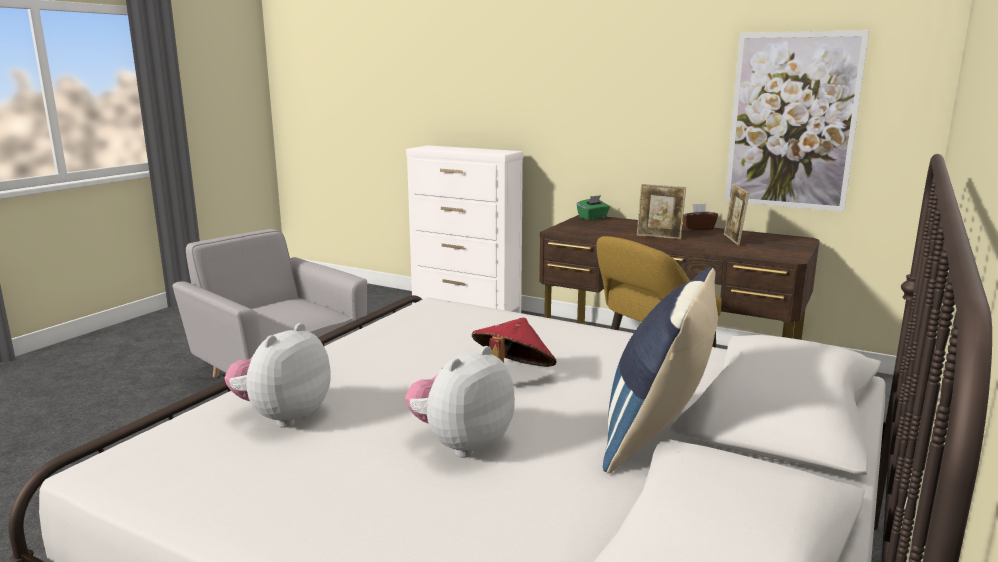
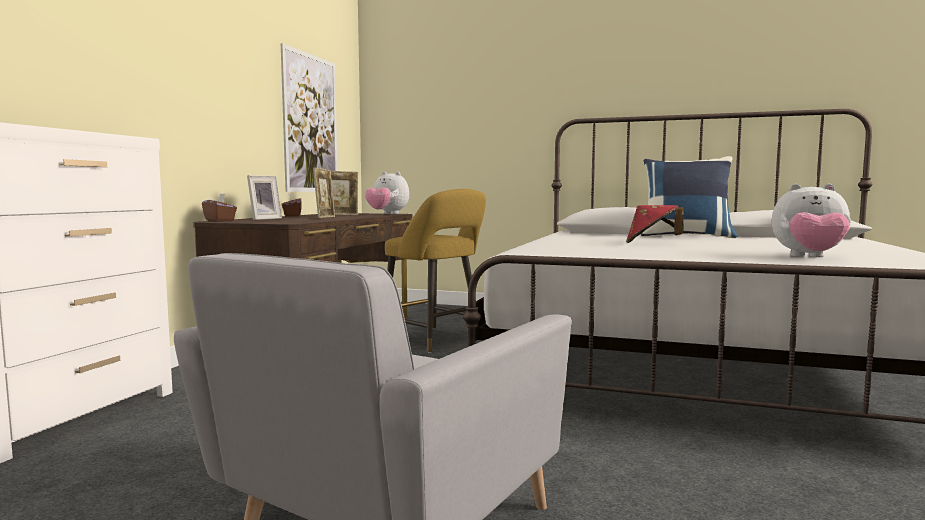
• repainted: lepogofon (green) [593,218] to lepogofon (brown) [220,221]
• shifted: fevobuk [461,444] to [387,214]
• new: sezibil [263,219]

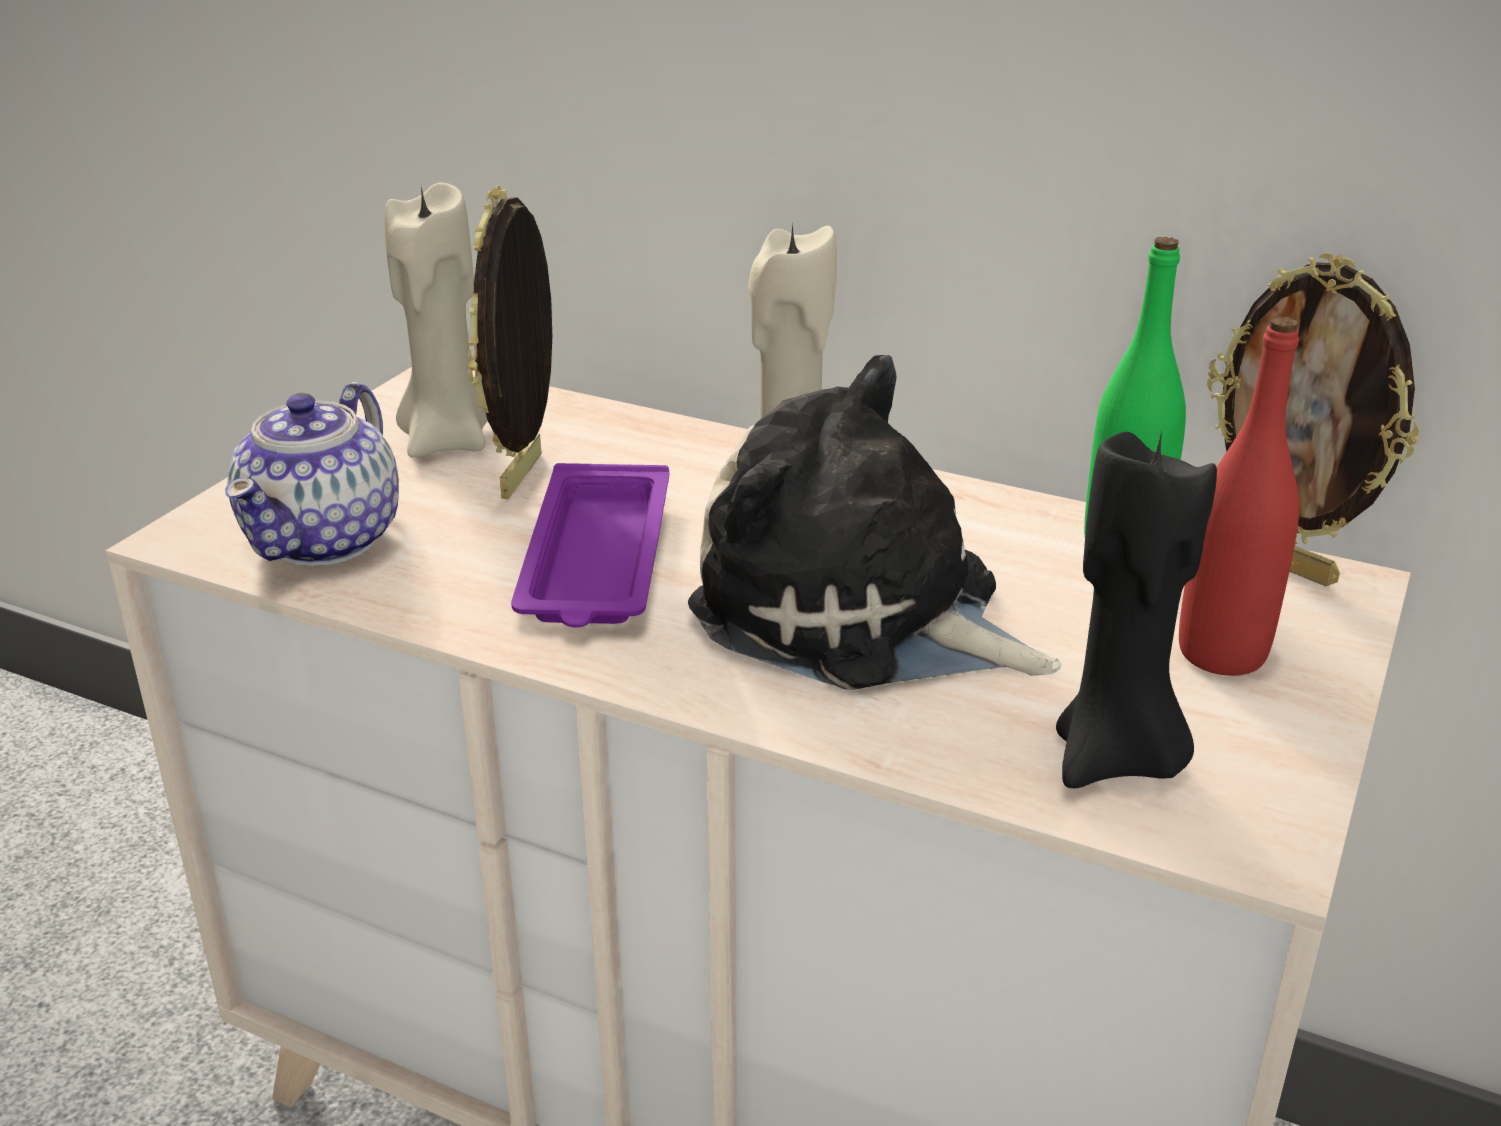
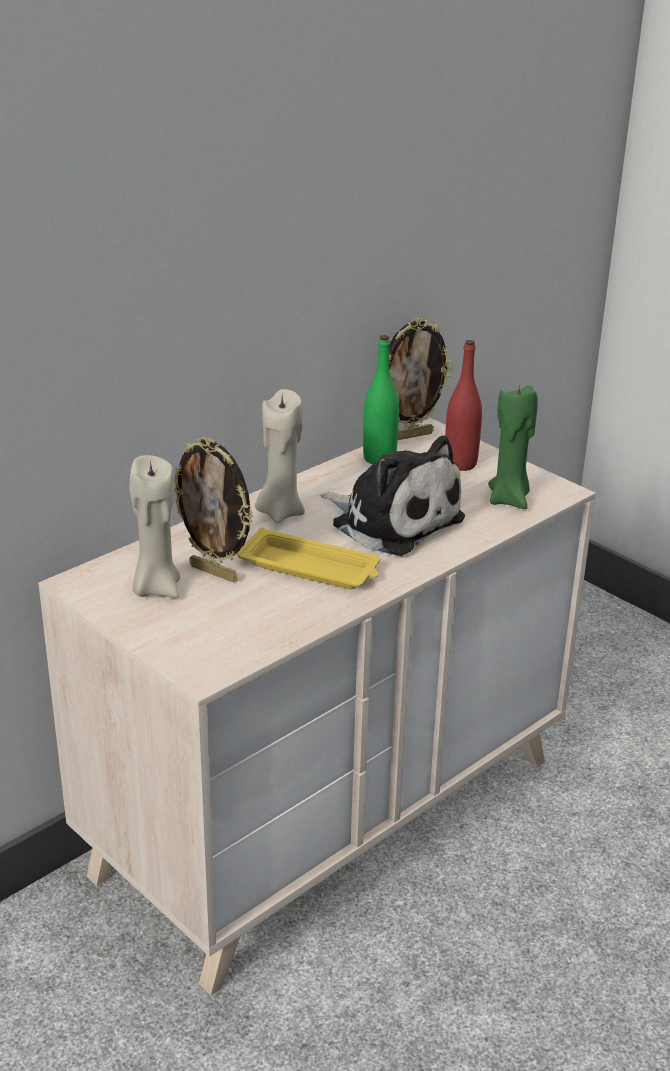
• rotated: fevobuk [860,613] = [392,520] 105 degrees counterclockwise
• gone: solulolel [326,538]
• repainted: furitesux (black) [1116,760] to furitesux (green) [509,499]
• repainted: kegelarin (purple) [596,561] to kegelarin (yellow) [311,568]

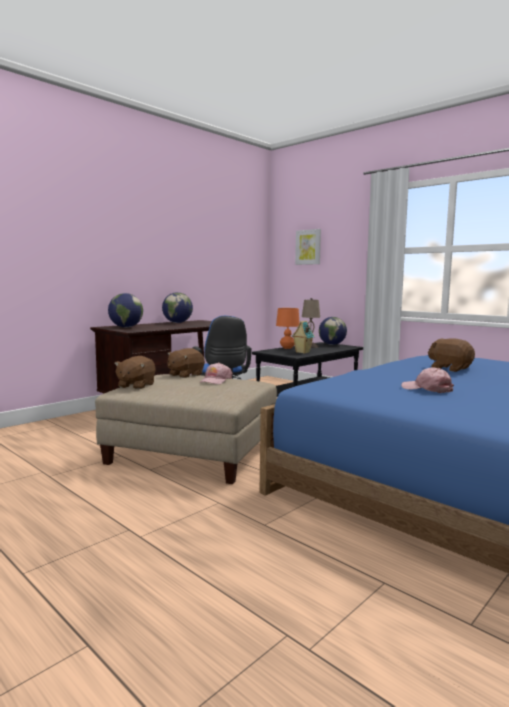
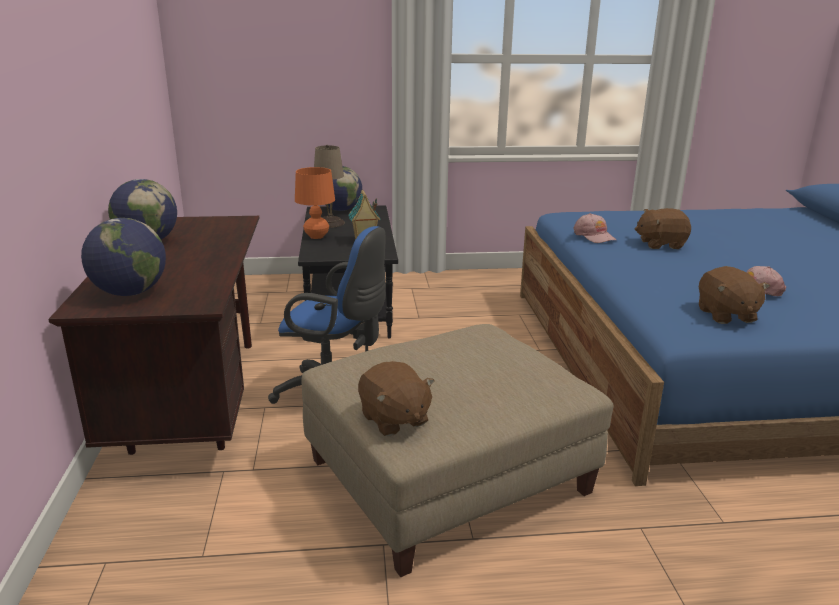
• gone: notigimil [308,247]
• shifted: fevobuk (brown) [185,375] to [725,315]
• shifted: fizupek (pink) [215,380] to [594,236]

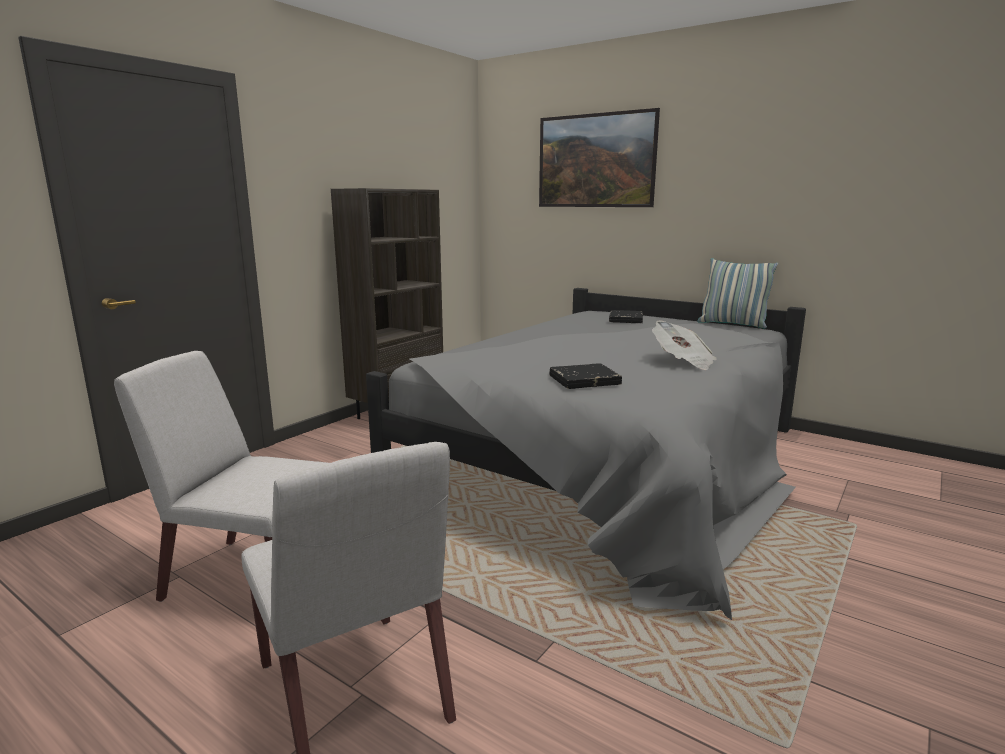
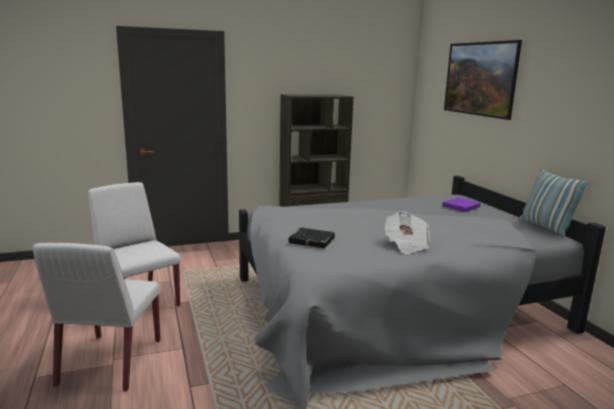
• repainted: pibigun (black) [625,320] to pibigun (purple) [461,207]

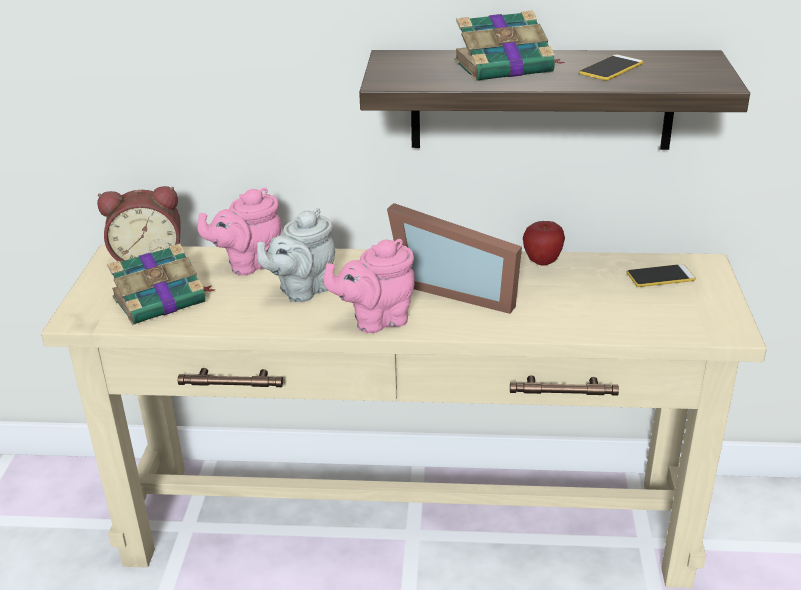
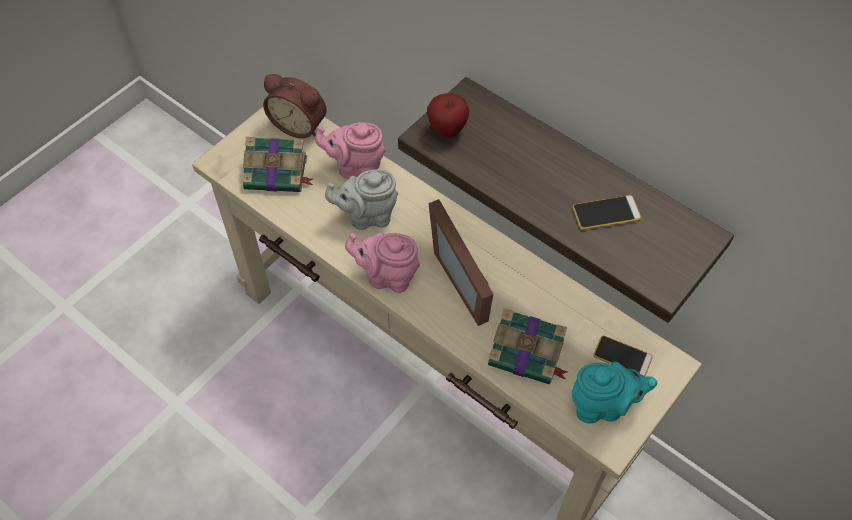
• shifted: pibigun [505,67] to [528,354]
• shifted: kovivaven [542,262] to [447,130]
• new: solulolel (turquoise) [603,406]

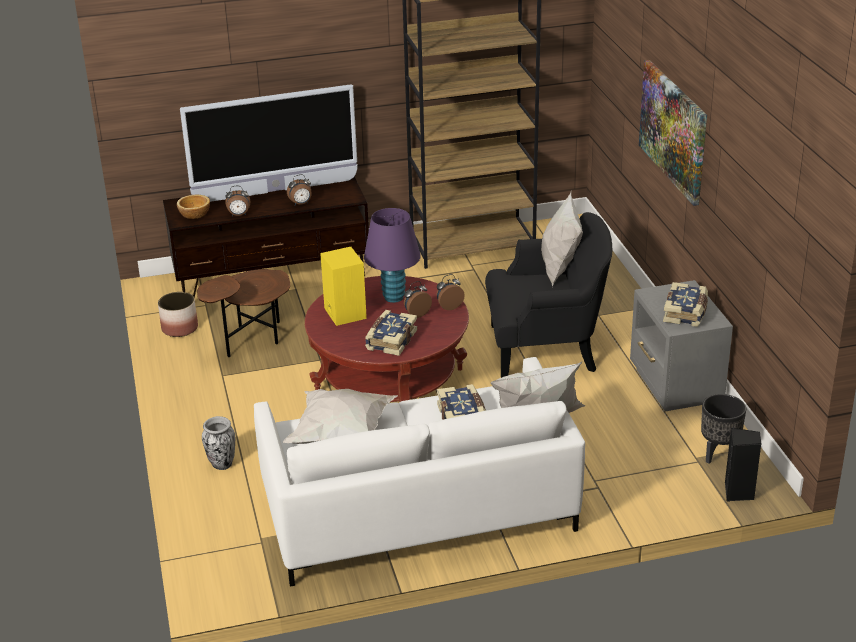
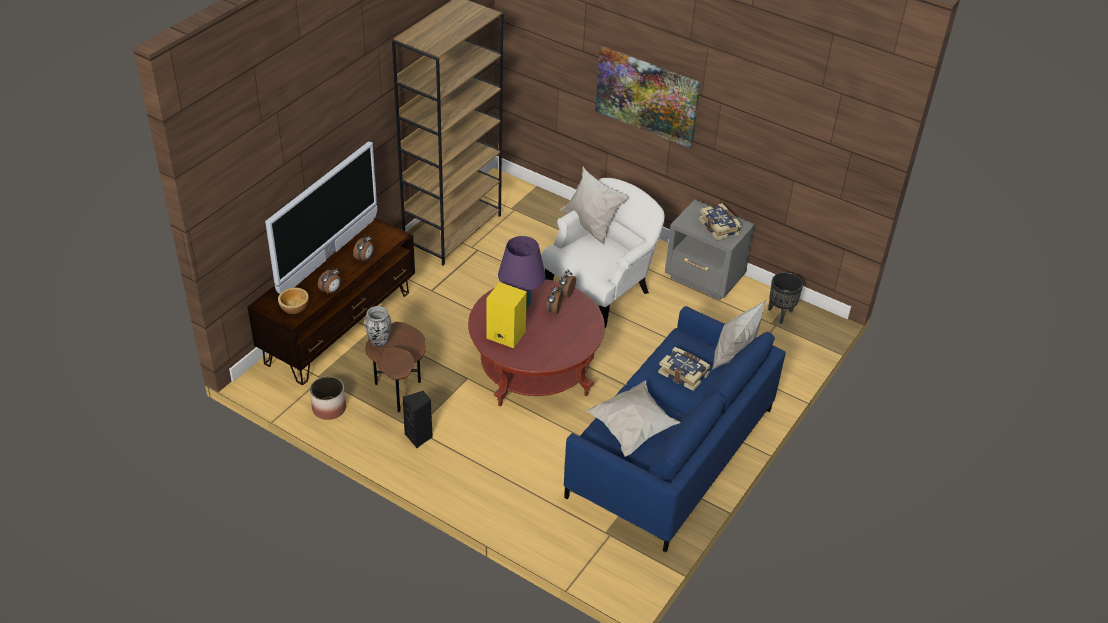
• repainted: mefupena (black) [546,349] to mefupena (white) [600,290]
• gone: pibigun [390,340]
• repainted: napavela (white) [418,510] to napavela (blue) [670,452]
• shifted: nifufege [221,464] to [379,342]
• shifted: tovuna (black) [739,493] to [419,437]

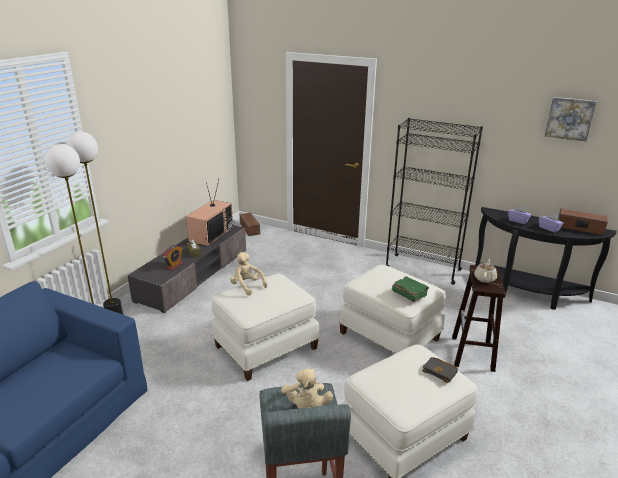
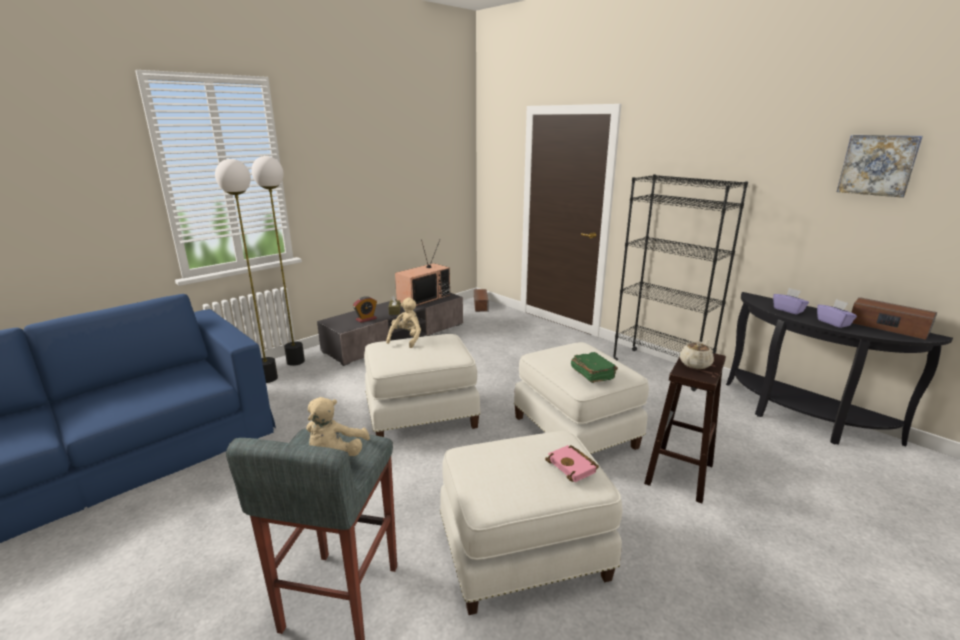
• rotated: fevobuk (beige) [247,286] = [406,339] 45 degrees clockwise
• repainted: pibigun (black) [441,371] to pibigun (pink) [573,466]

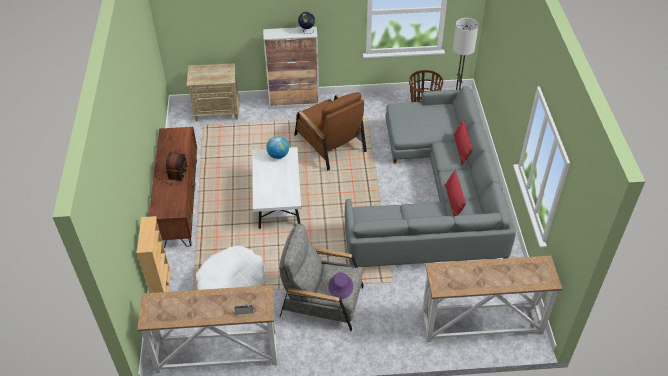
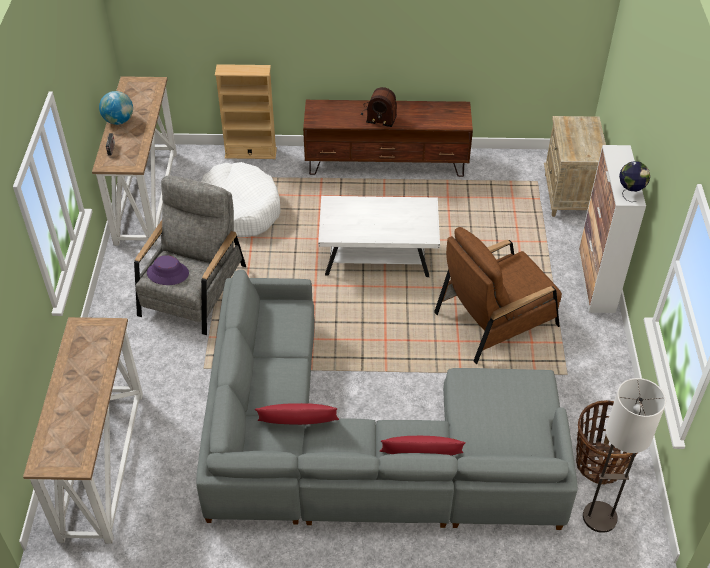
• shifted: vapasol [278,155] to [119,121]

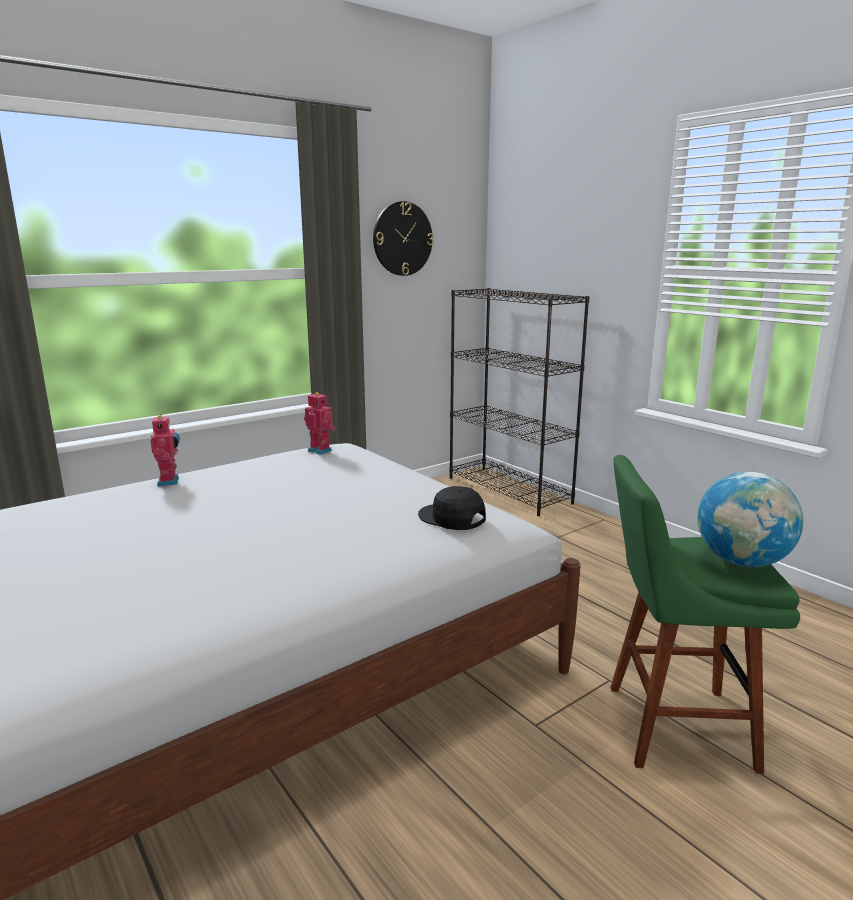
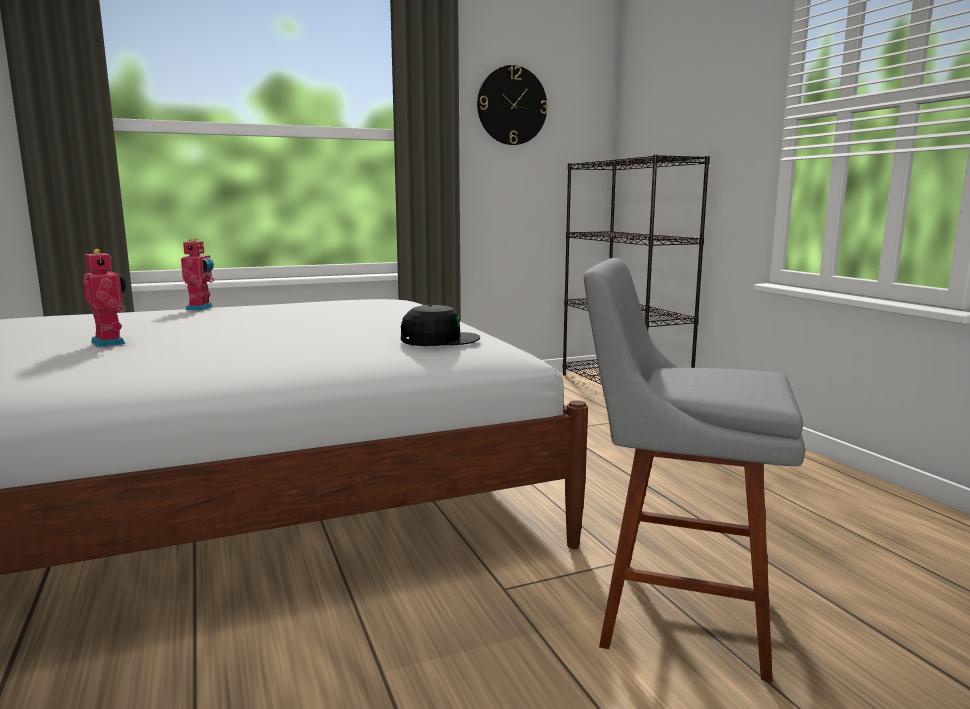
• shifted: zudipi [321,450] to [111,342]
• repainted: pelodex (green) [671,726] to pelodex (grey) [674,615]
• gone: vapasol [741,562]
• rotated: fizupek (black) [452,517] = [439,339] 105 degrees clockwise

